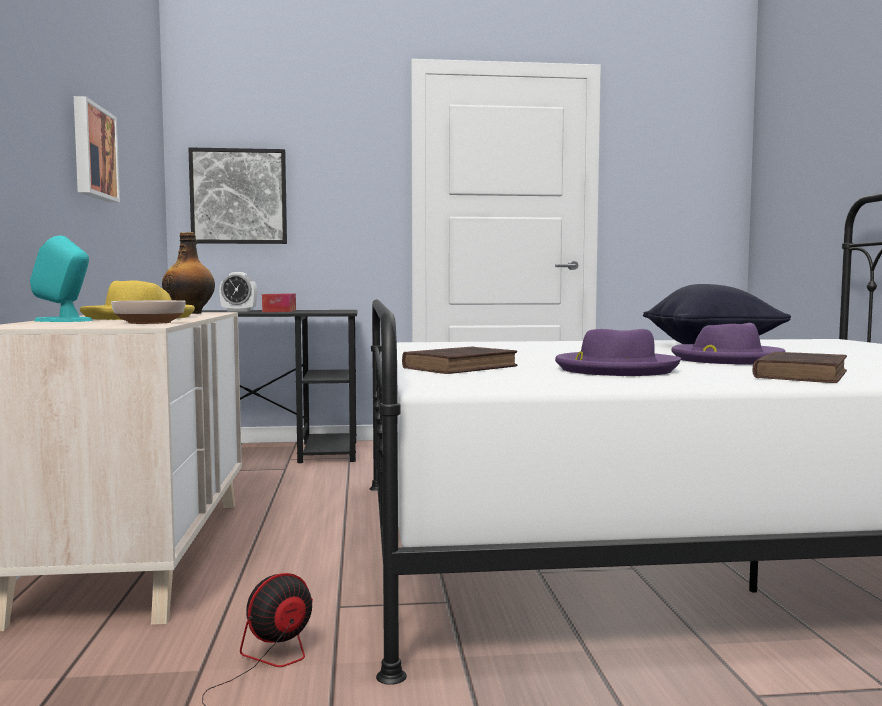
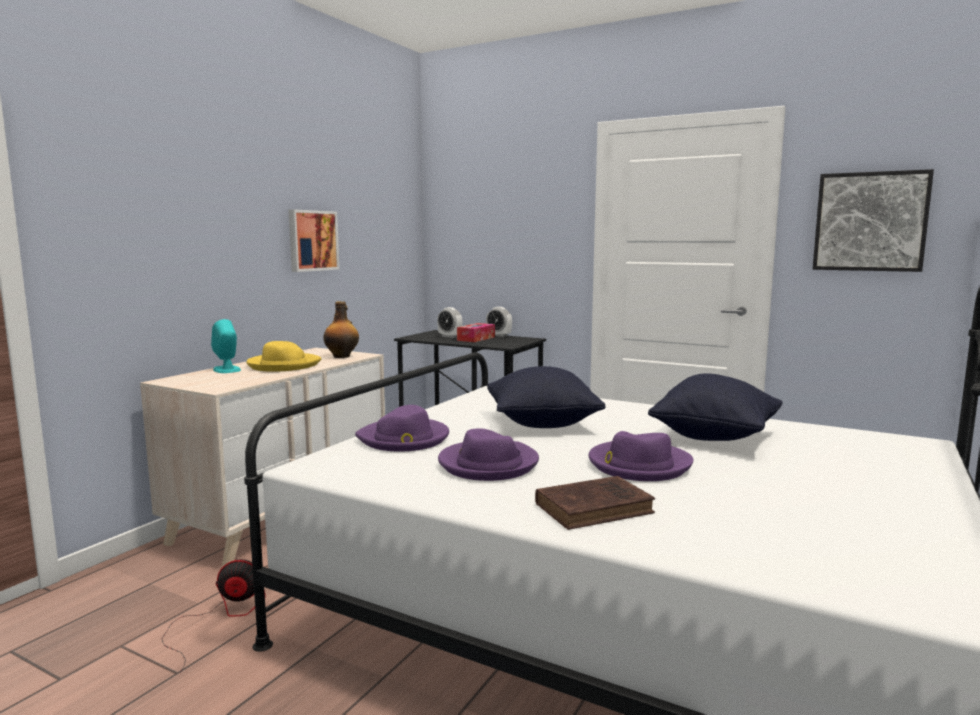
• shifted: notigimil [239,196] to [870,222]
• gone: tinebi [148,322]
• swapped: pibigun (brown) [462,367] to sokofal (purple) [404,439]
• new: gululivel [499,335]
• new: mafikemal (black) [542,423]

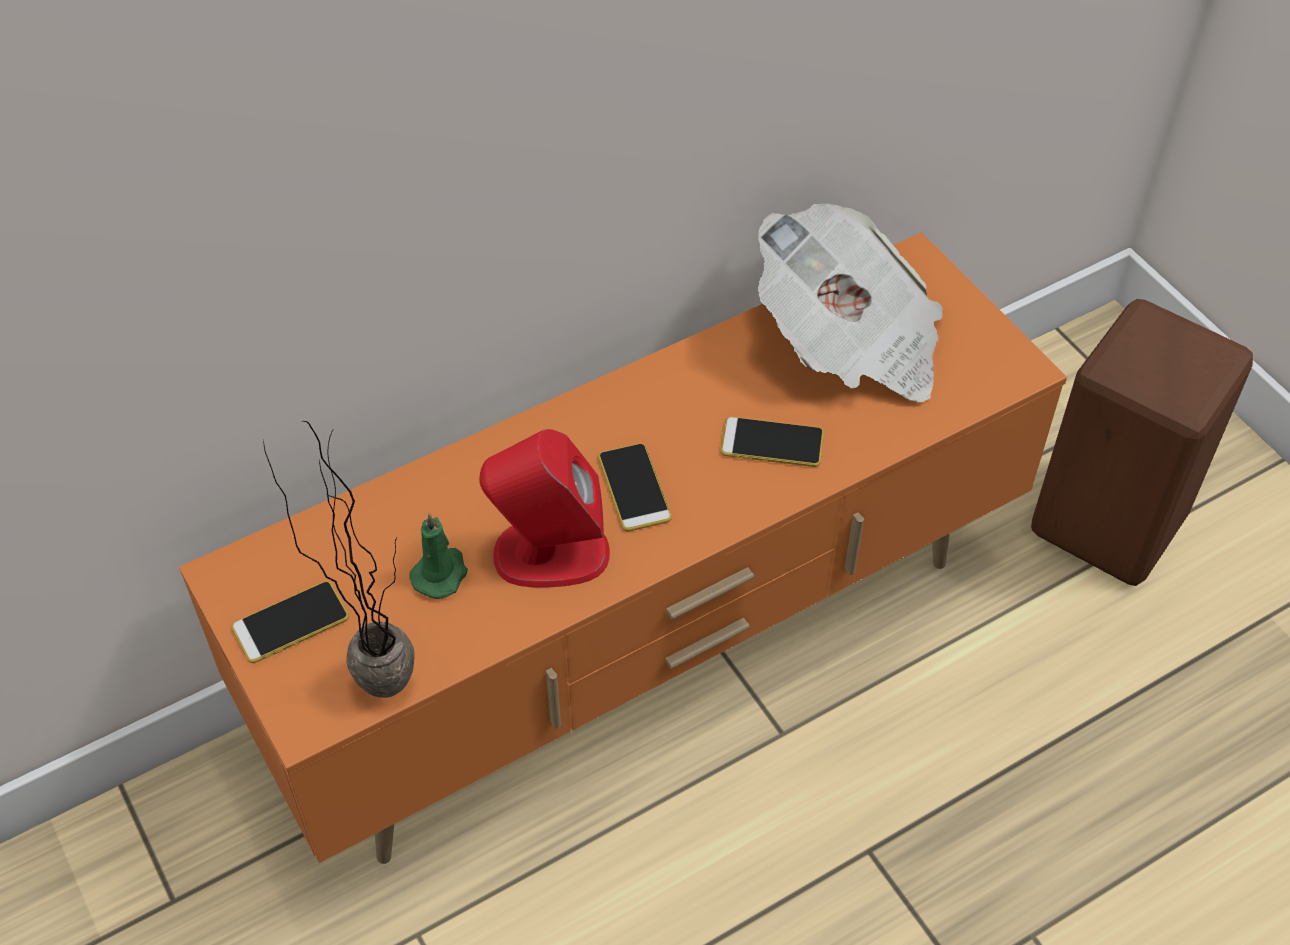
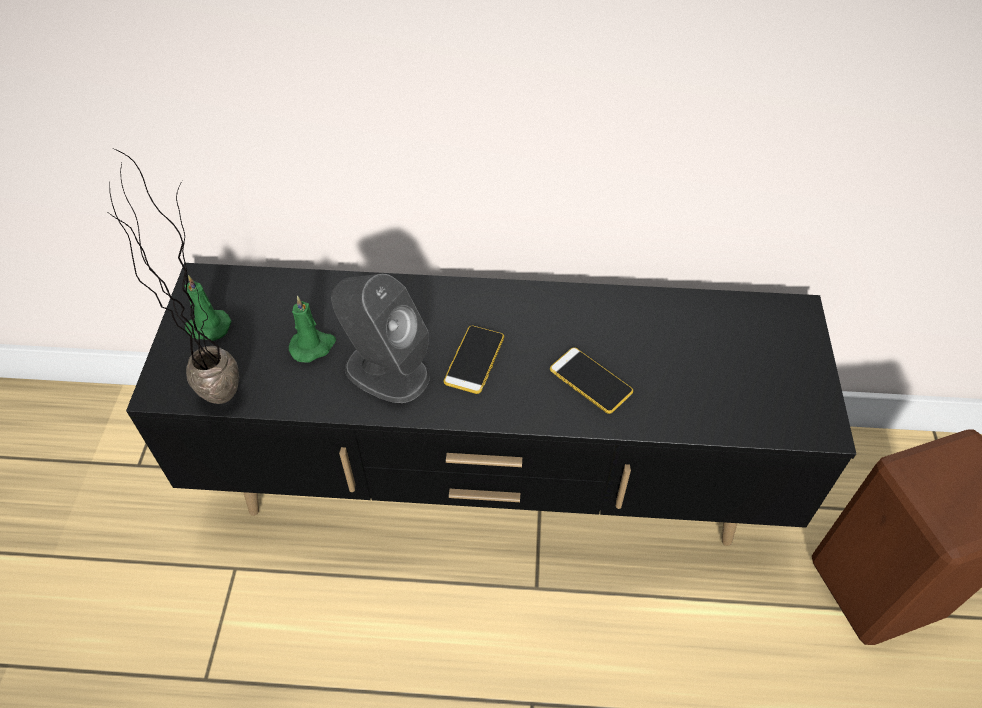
• gone: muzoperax [849,342]
• repainted: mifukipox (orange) [645,652] to mifukipox (black) [492,483]
• repainted: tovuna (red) [549,553] to tovuna (grey) [386,371]
• swapped: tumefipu [290,623] to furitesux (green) [207,327]

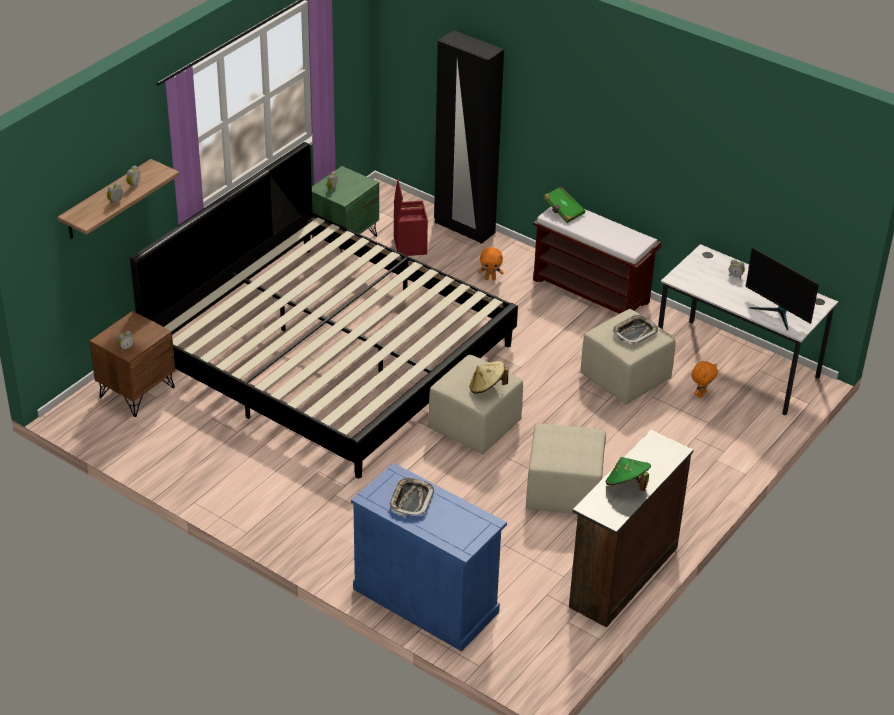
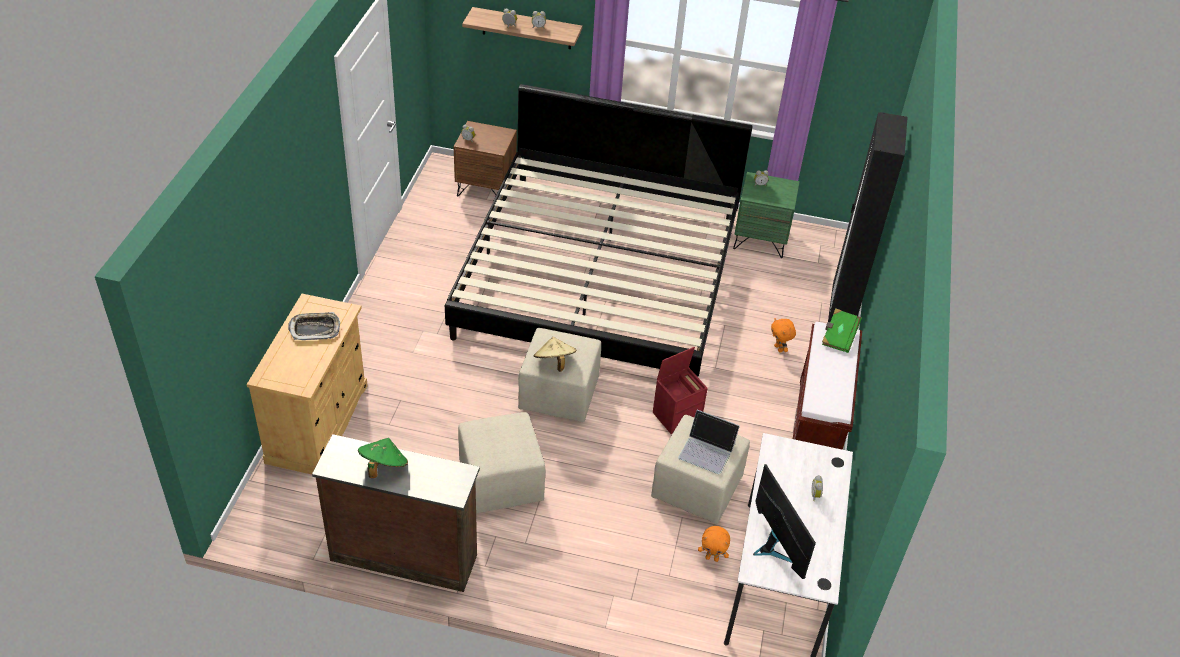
• shifted: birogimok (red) [409,245] to [677,415]
• rotated: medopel [777,313] = [774,547] 135 degrees clockwise
• swapped: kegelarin [634,332] to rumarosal [707,450]
• repainted: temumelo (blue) [426,600] to temumelo (beige) [318,423]

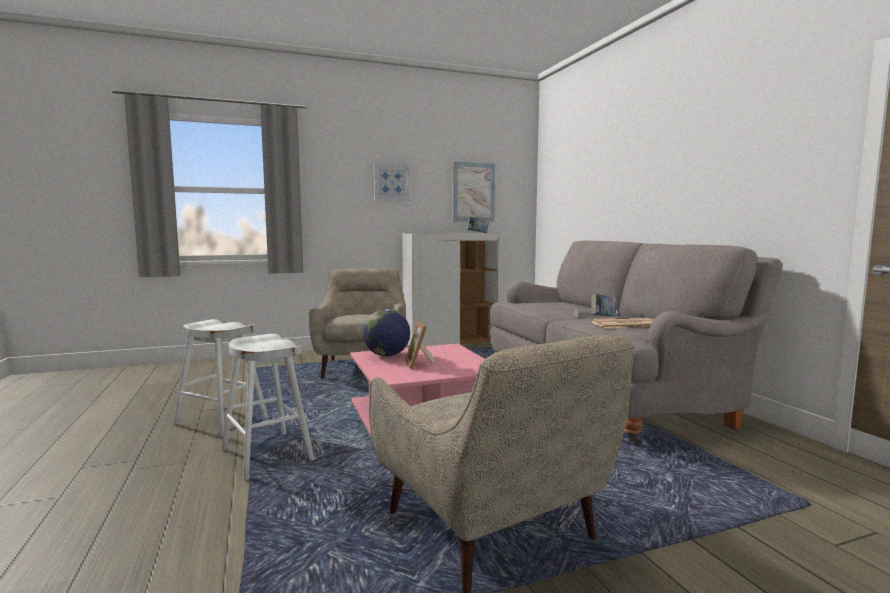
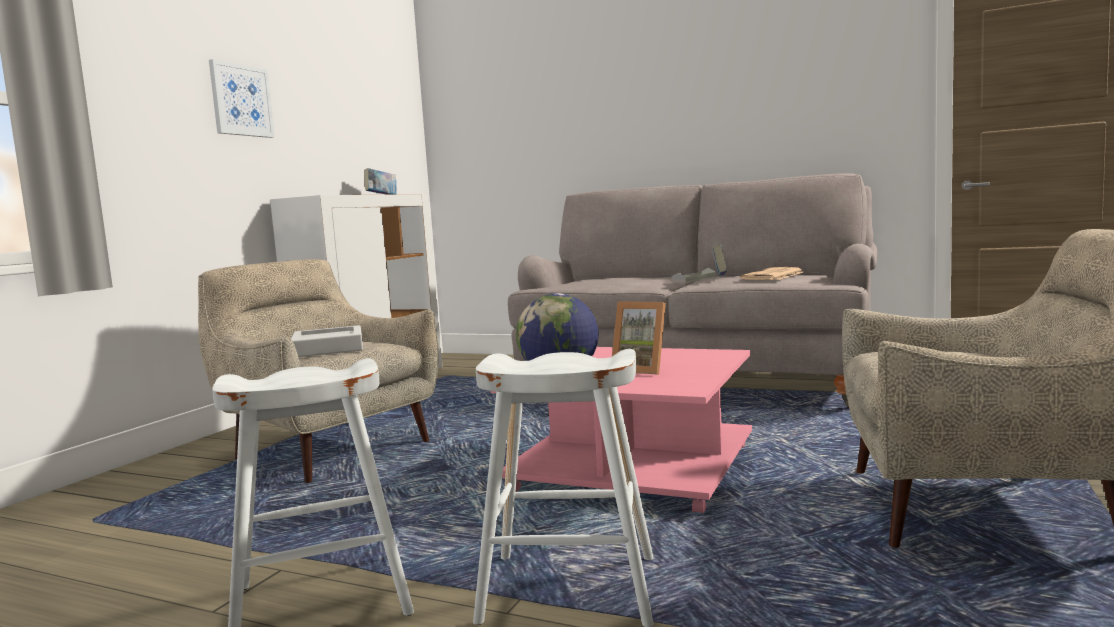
• gone: notigimil [473,192]
• new: kegelarin (grey) [328,348]

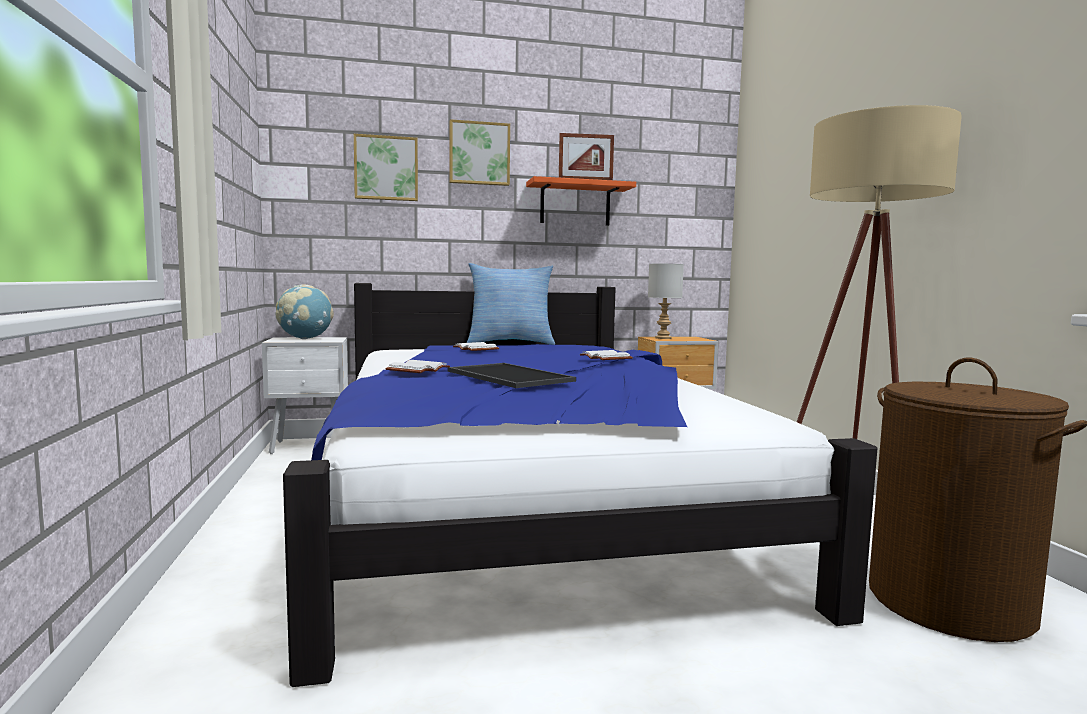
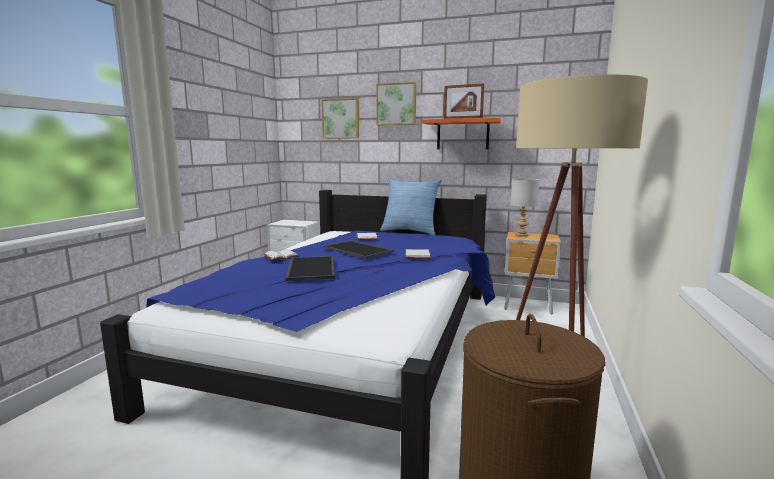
• gone: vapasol [305,338]
• new: kegelarin [359,249]

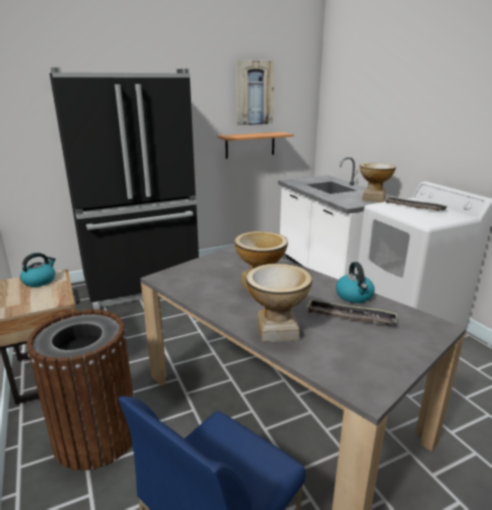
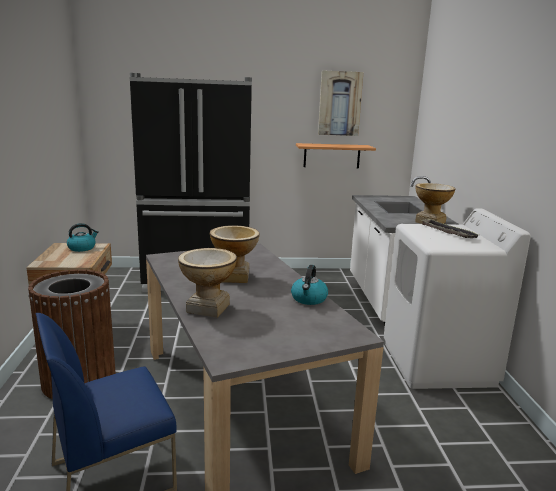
• gone: kegelarin [350,316]

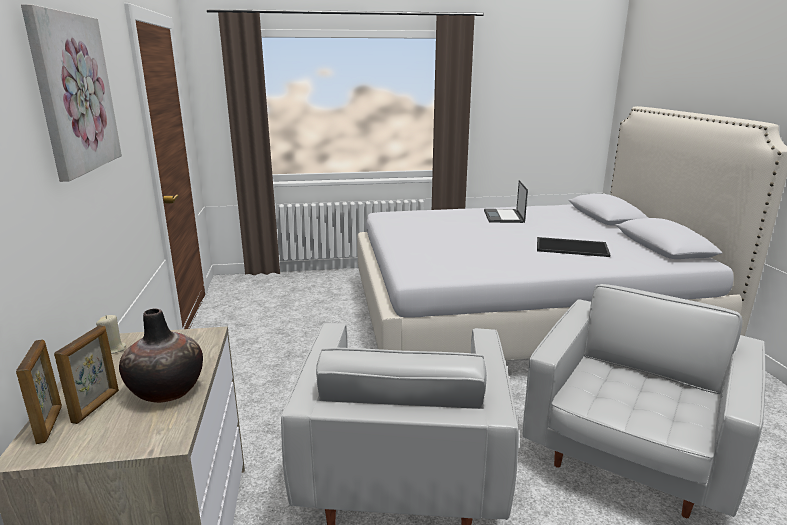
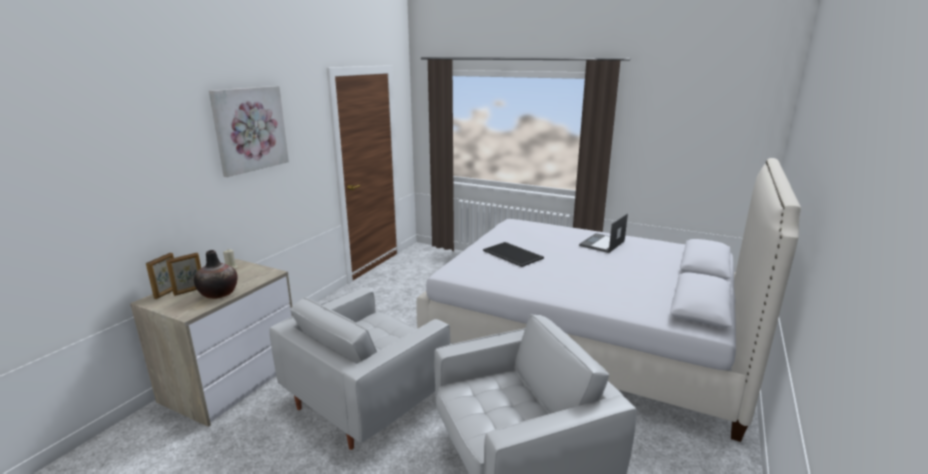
• shifted: kegelarin [572,247] to [514,254]

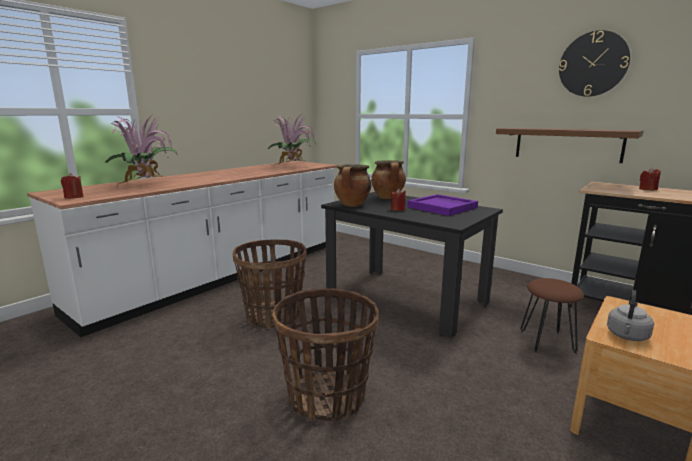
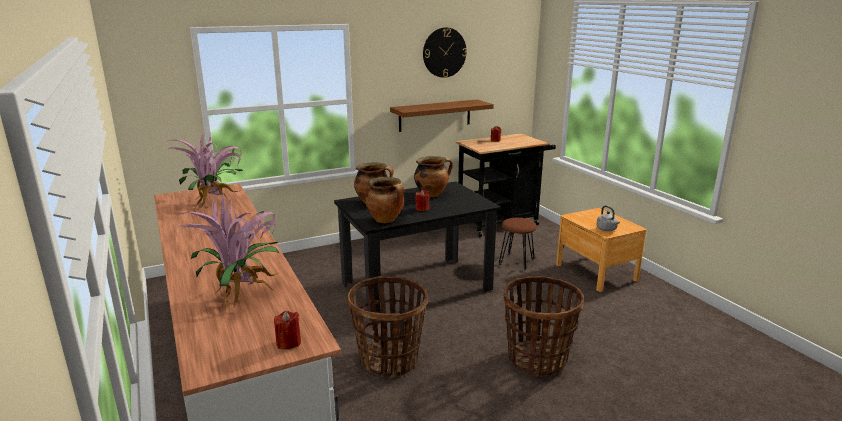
• swapped: kegelarin (purple) [443,207] to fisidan [432,194]

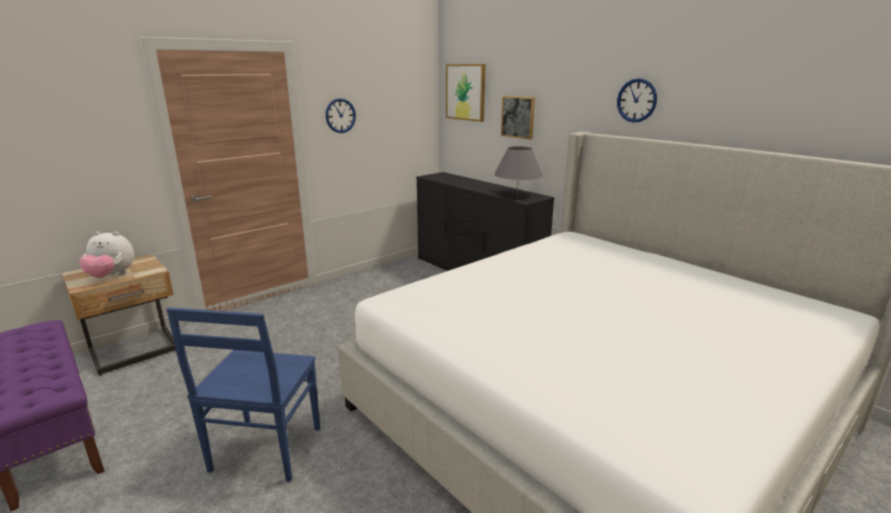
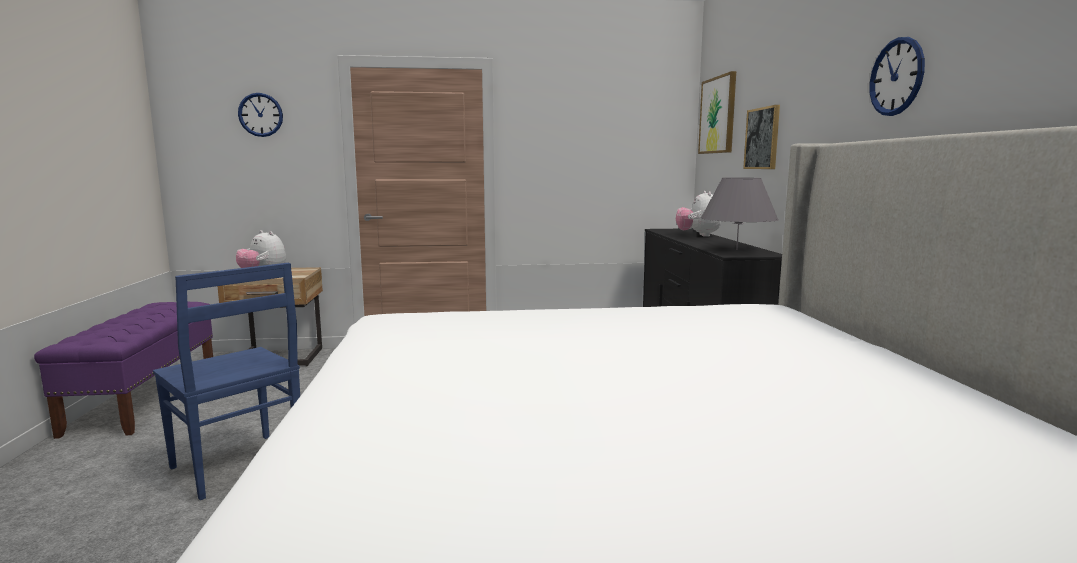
• shifted: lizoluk [340,115] to [260,115]
• rotated: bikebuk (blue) [265,451] = [238,466] 90 degrees counterclockwise
• new: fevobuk [698,235]

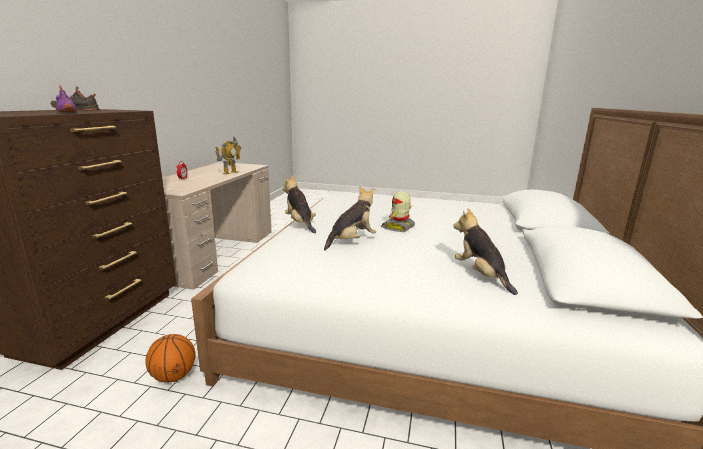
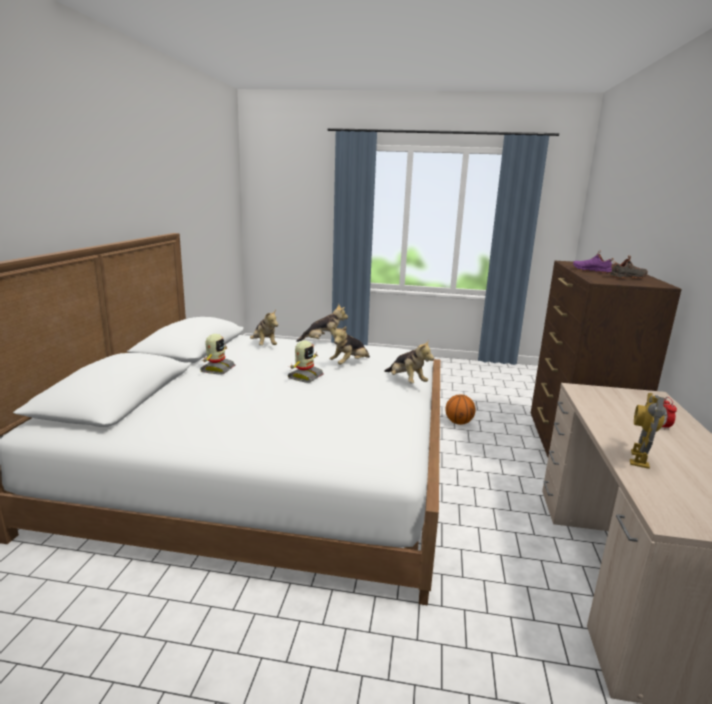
• new: fevobuk [323,342]
• new: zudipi [217,369]

